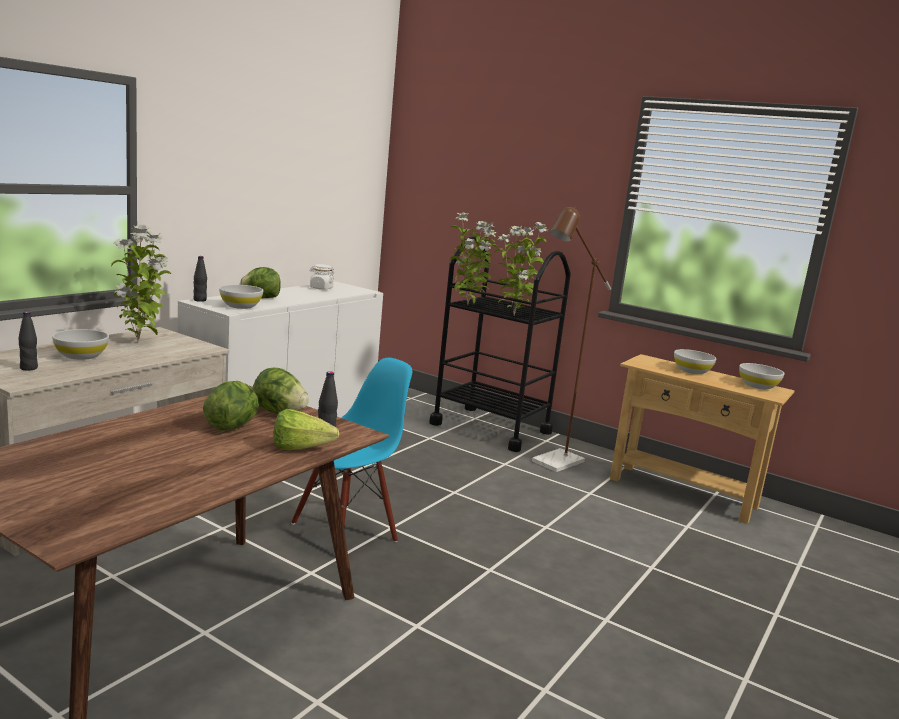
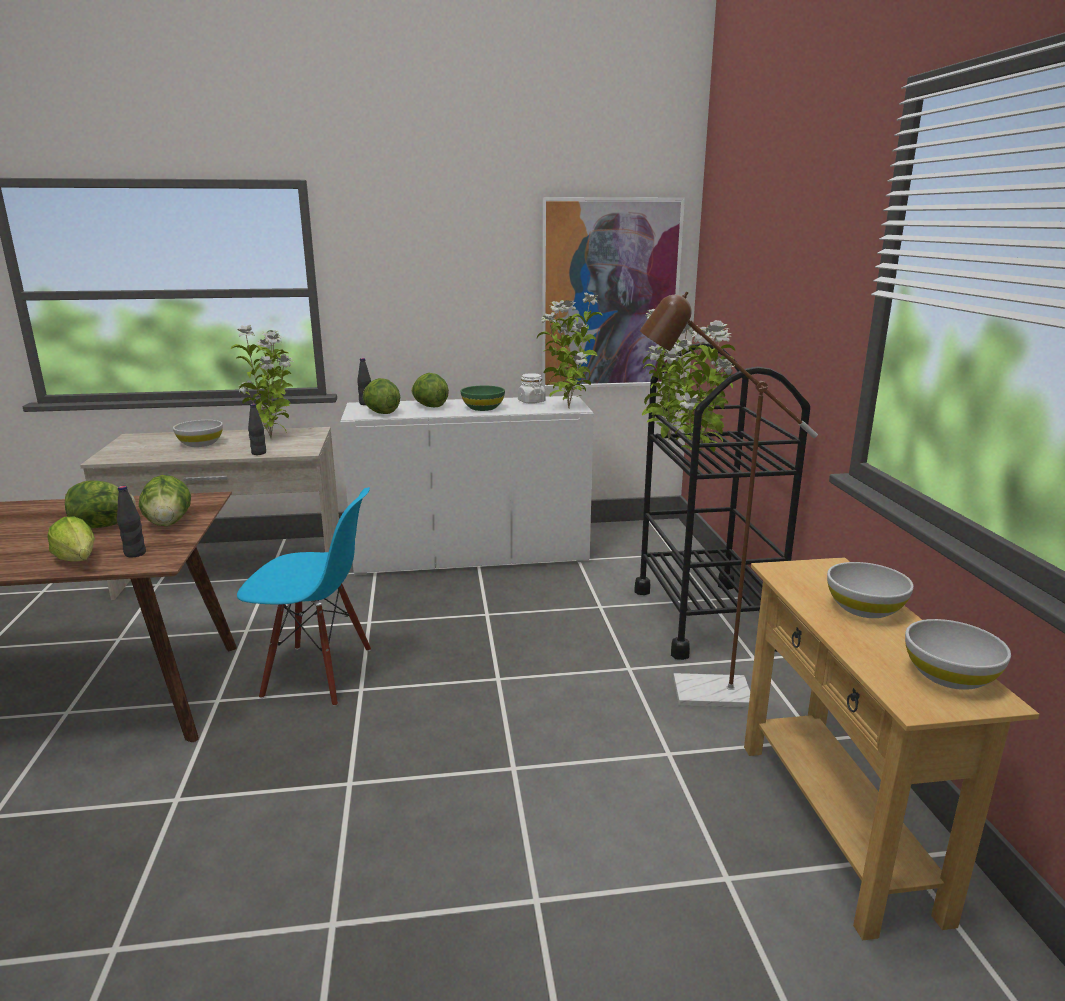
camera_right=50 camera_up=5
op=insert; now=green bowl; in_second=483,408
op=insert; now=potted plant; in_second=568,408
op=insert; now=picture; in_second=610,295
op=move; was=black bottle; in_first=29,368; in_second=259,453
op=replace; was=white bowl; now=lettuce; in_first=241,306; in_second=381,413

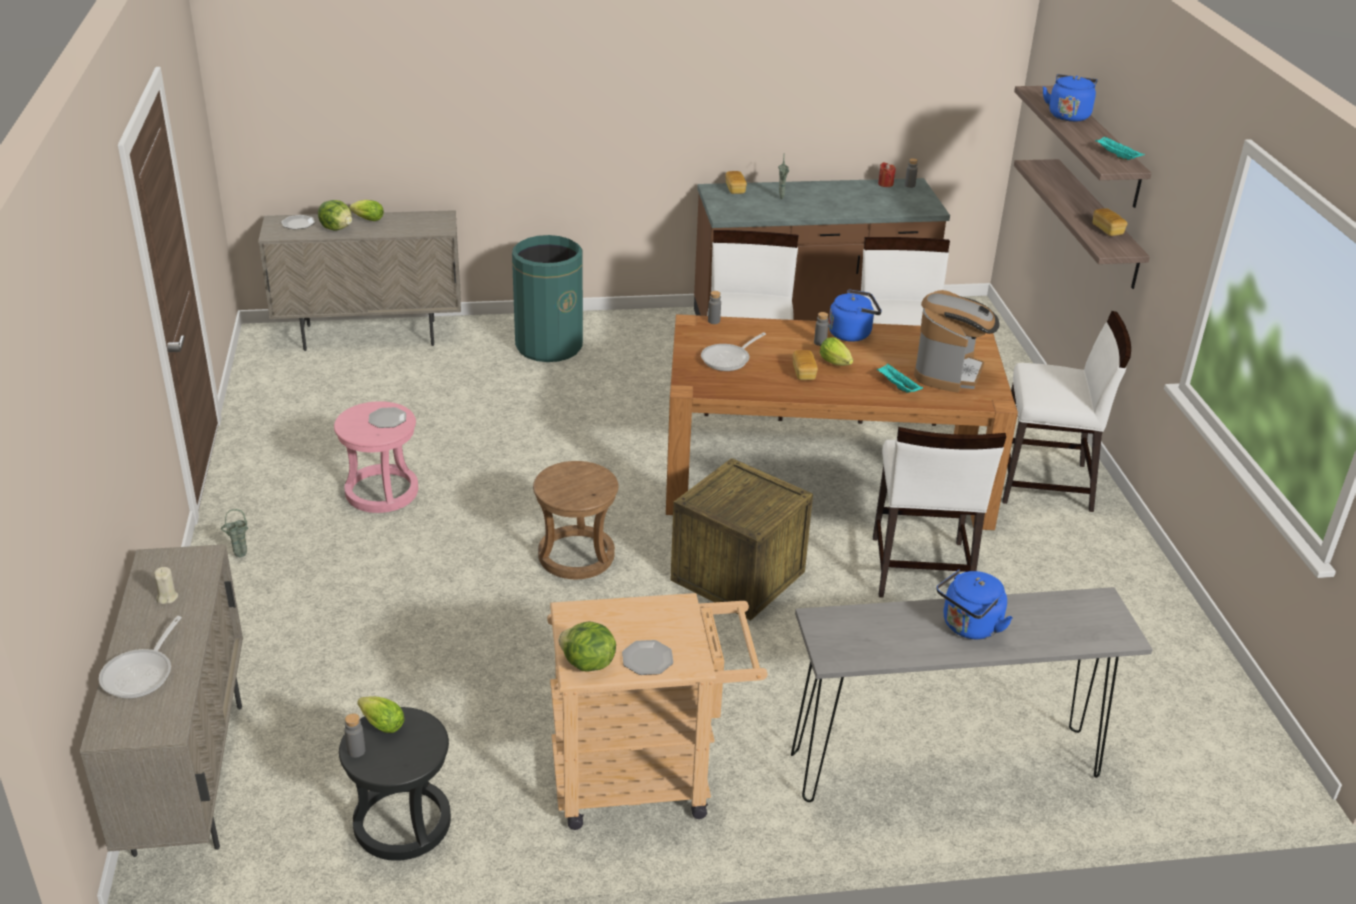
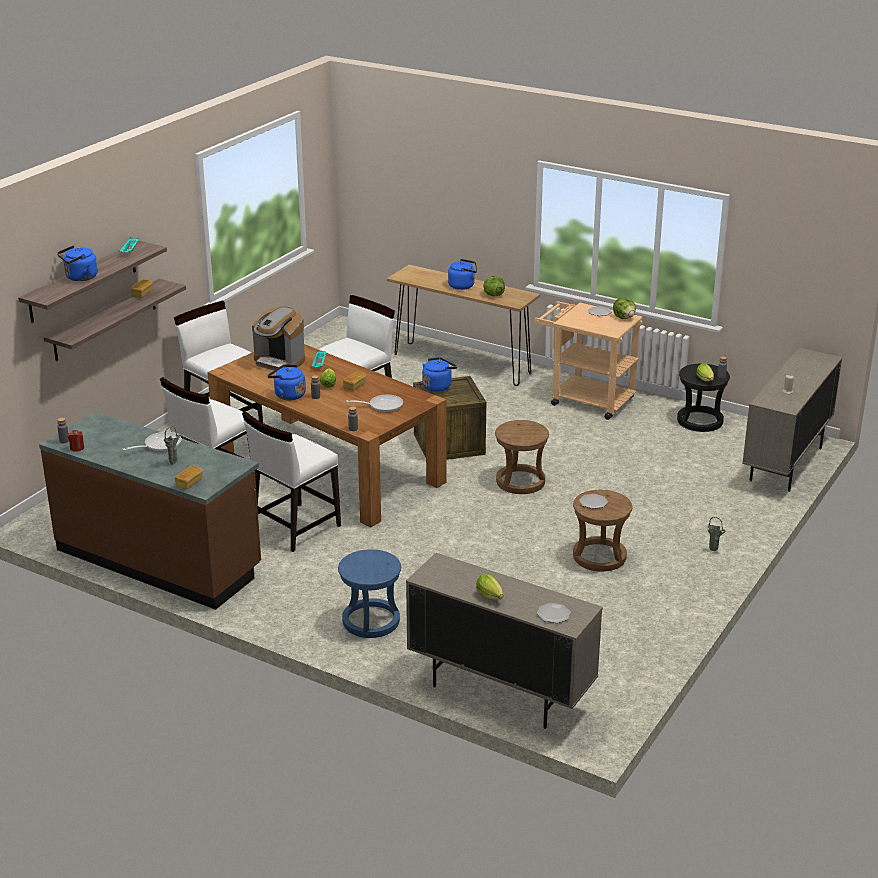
camera_right=-140 camera_up=-5
op=insert; now=blue kettle; in_second=438,386
op=move; was=frying pan; in_first=141,673; in_second=159,445
op=move; was=lettuce; in_first=337,228; in_second=493,295
op=replace; was=green trash can; now=blue stool; in_first=549,346; in_second=371,621
op=recolor; was=pink stool; now=brown stool; in_first=381,492; in_second=599,557
op=recolor; was=grey console table; now=brown console table; in_first=945,765; in_second=462,364
op=rotate; was=coffee machine; in_first=949,372; in_second=279,361; clockwise=-120

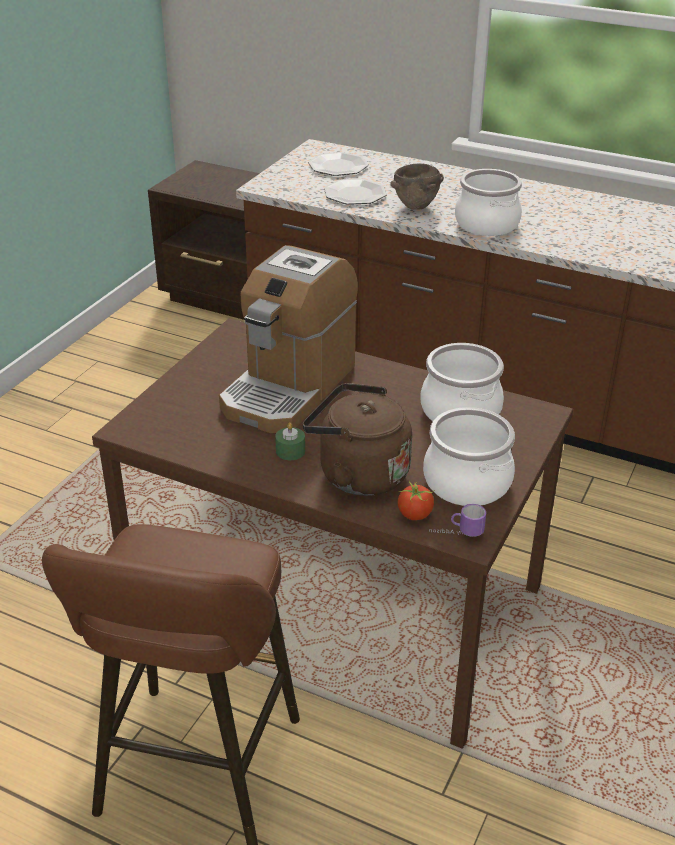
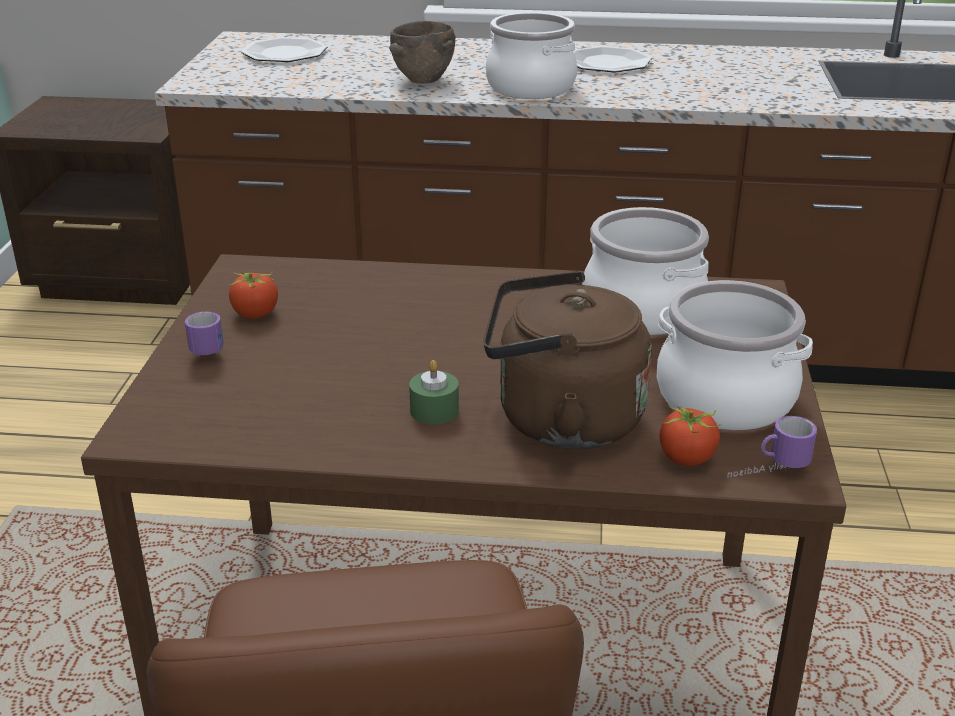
camera_right=-20 camera_up=-5
op=delete; was=coffee machine; in_first=288,387
op=insert; now=mug; in_second=207,346
op=insert; now=tomato; in_second=256,314
op=move; was=plate; in_first=354,194; in_second=607,63

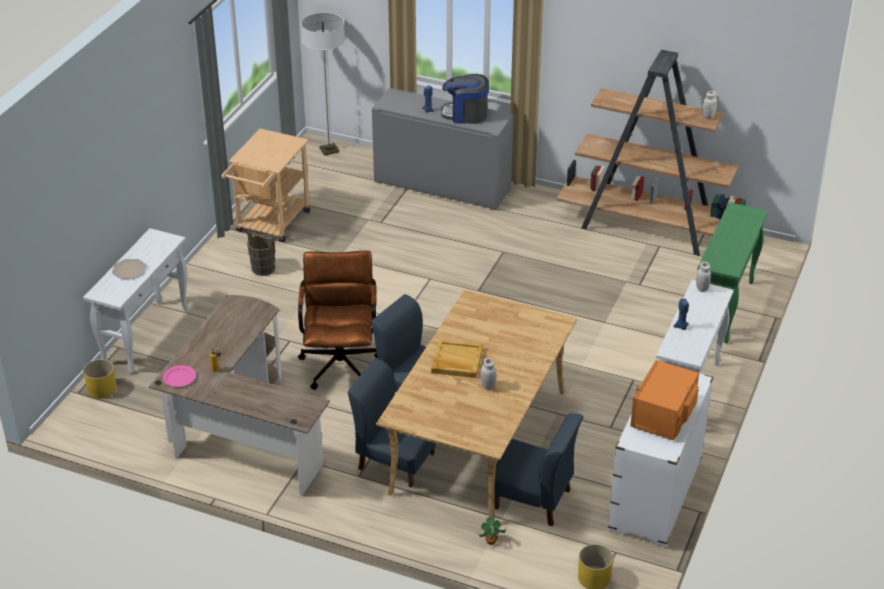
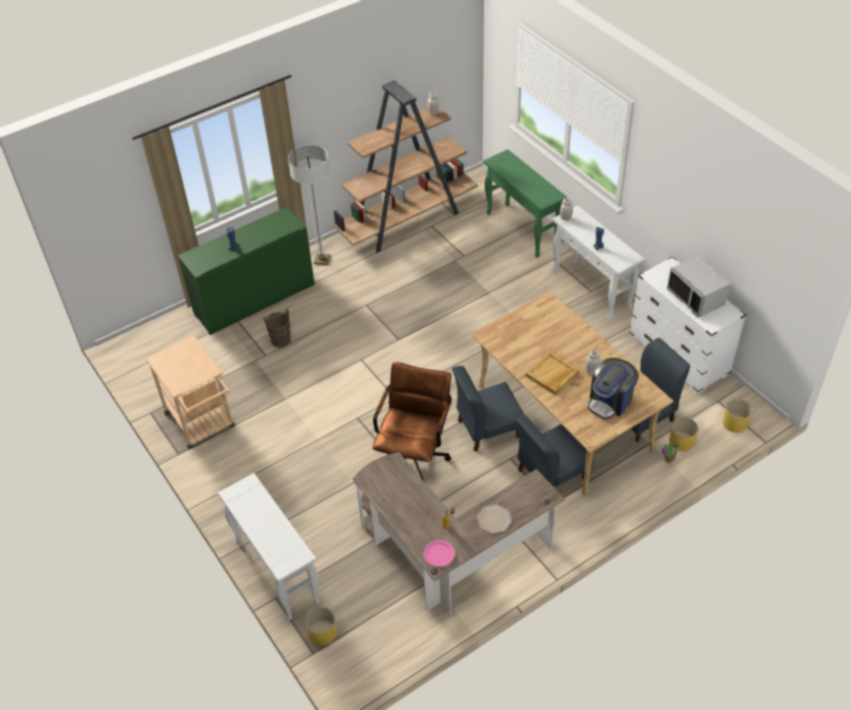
camera_right=-55 camera_up=10
op=insert; now=yellow planter; in_second=681,441
op=move; was=plate; in_first=129,269; in_second=493,519
op=move; was=brown bucket; in_first=263,268; in_second=280,340
op=move; was=floor lamp; in_first=329,150; in_second=322,259
op=move; was=coffee machine; in_first=465,115; in_second=610,401
op=recolor; was=grey cabinet; now=green cabinet; in_first=442,186; in_second=254,299
op=recolor; was=orange microwave; now=grey microwave; in_first=664,416; in_second=696,297
op=rotate; was=brown office chair; in_first=340,361; in_second=414,456; clockwise=75

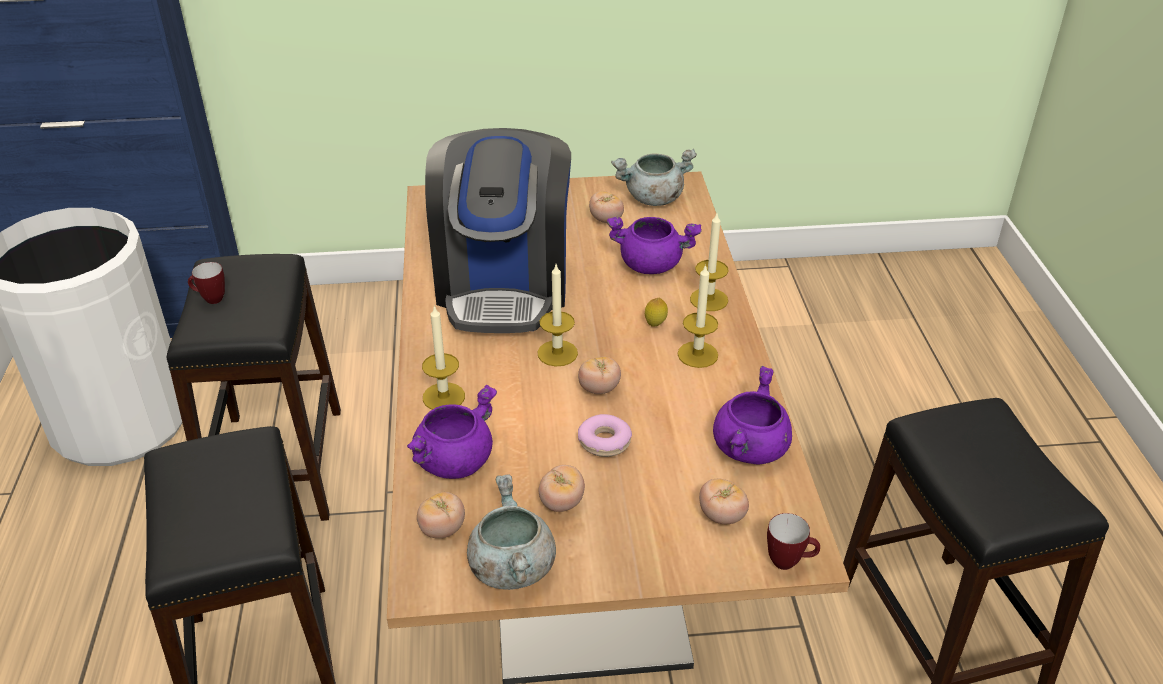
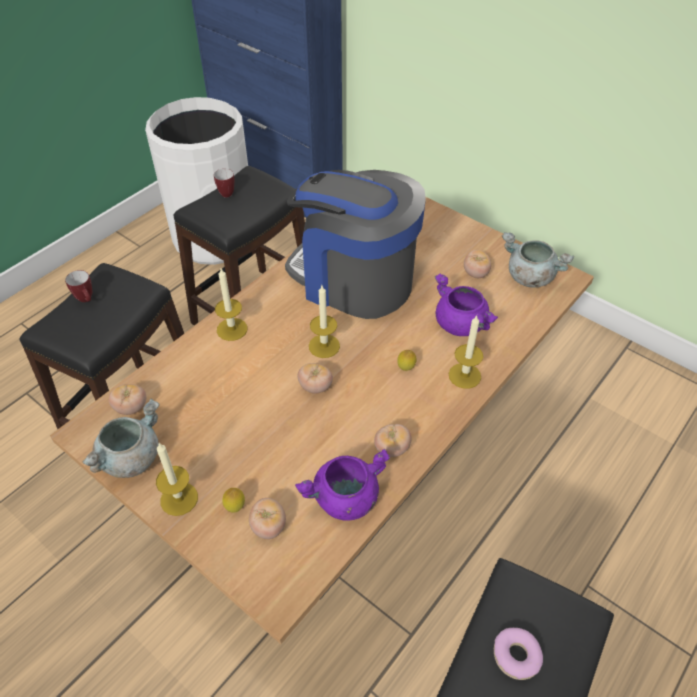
camera_right=45 camera_up=10
op=delete; was=purple cooking pot; in_first=454,460
op=insert; now=lemon; in_second=235,507
op=move; was=tomato; in_first=561,503; in_second=391,448
op=move; was=donut; in_first=604,442; in_second=516,656
op=move; was=candle; in_first=697,354; in_second=179,499
op=move; was=mug; in_first=789,562; in_second=87,300
op=rotate; was=coffee machine; in_first=503,285; in_second=354,280; clockwise=75

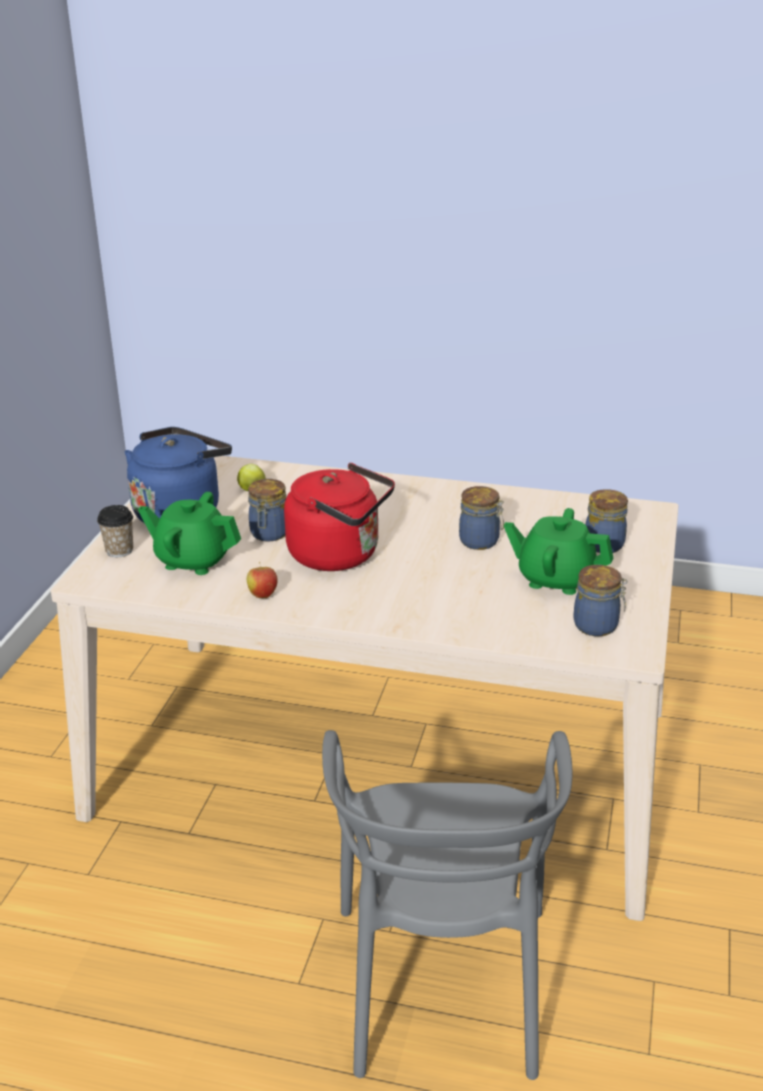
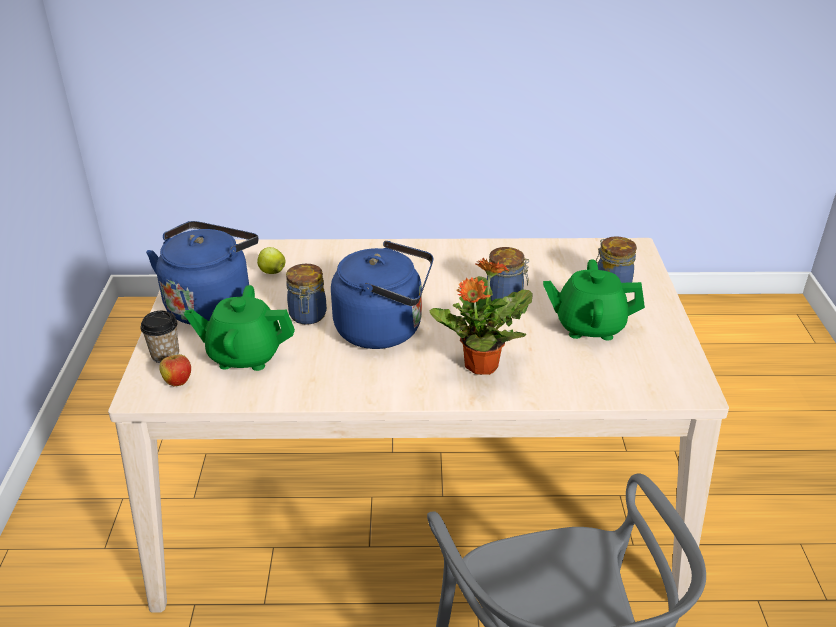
camera_right=-15 camera_up=5
op=delete; was=jar; in_first=597,626
op=insert; now=potted plant; in_second=480,366
op=move; was=apple; in_first=263,595; in_second=178,381
op=recolor; was=red kettle; now=blue kettle; in_first=340,555; in_second=384,329

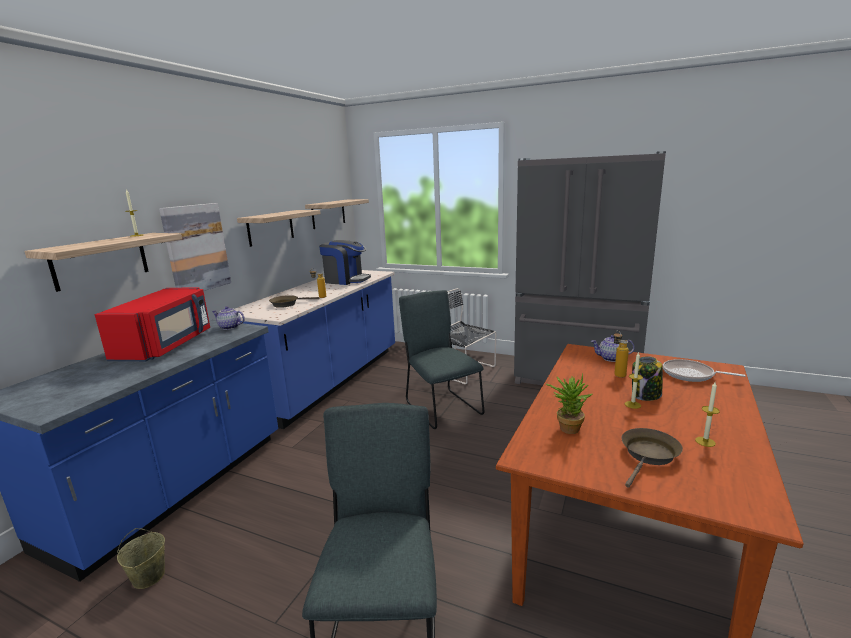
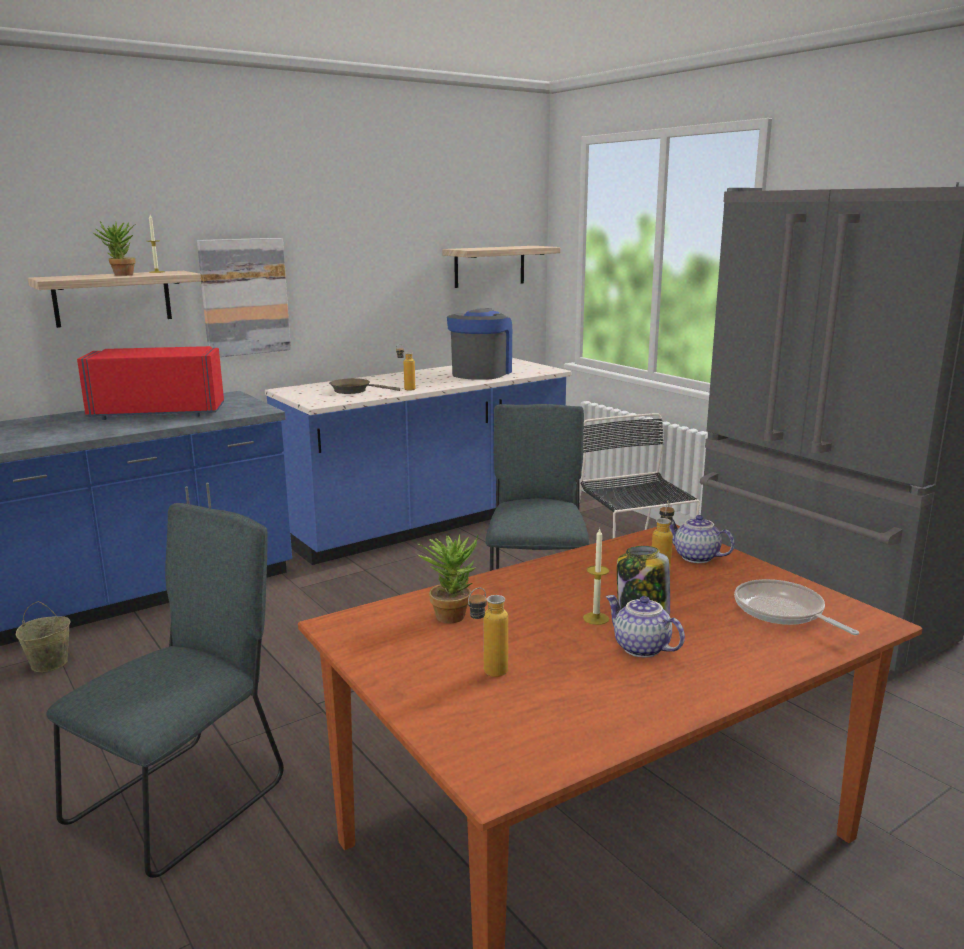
camera_right=30 camera_up=0
op=delete; was=shelf; in_first=270,227
op=delete; was=candle; in_first=705,441
op=insert; now=potted plant; in_second=120,275
op=move; was=teapot; in_first=229,327; in_second=640,648
op=replace; was=brown frying pan; now=bottle; in_first=648,456; in_second=487,675
op=rotate; was=red microwave; in_first=166,346; in_second=158,412; clockwise=-135
op=rotate; was=coffee machine; in_first=346,280; in_second=481,373; clockwise=-120

